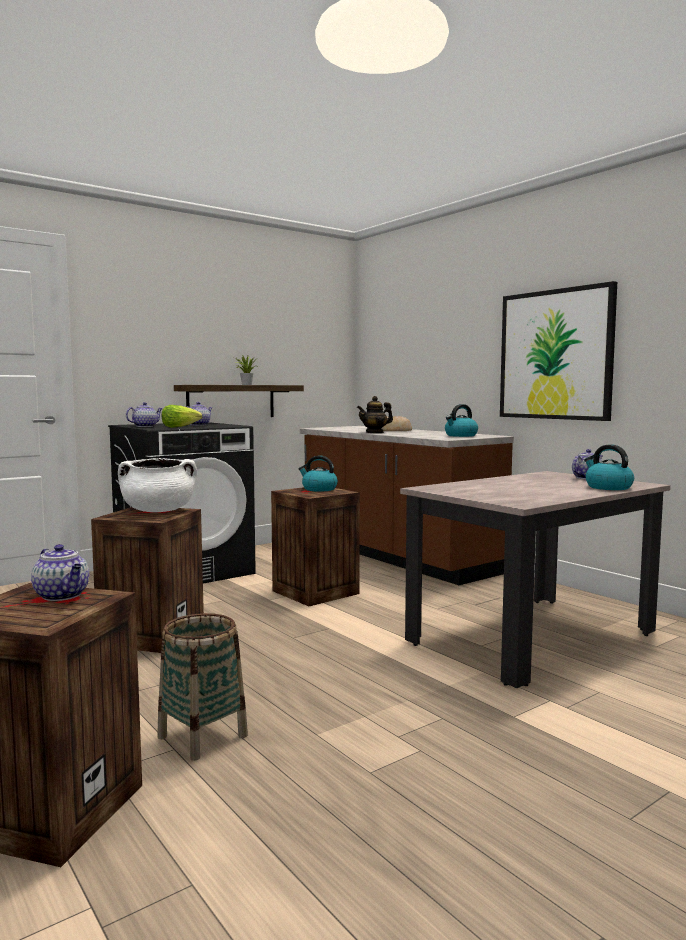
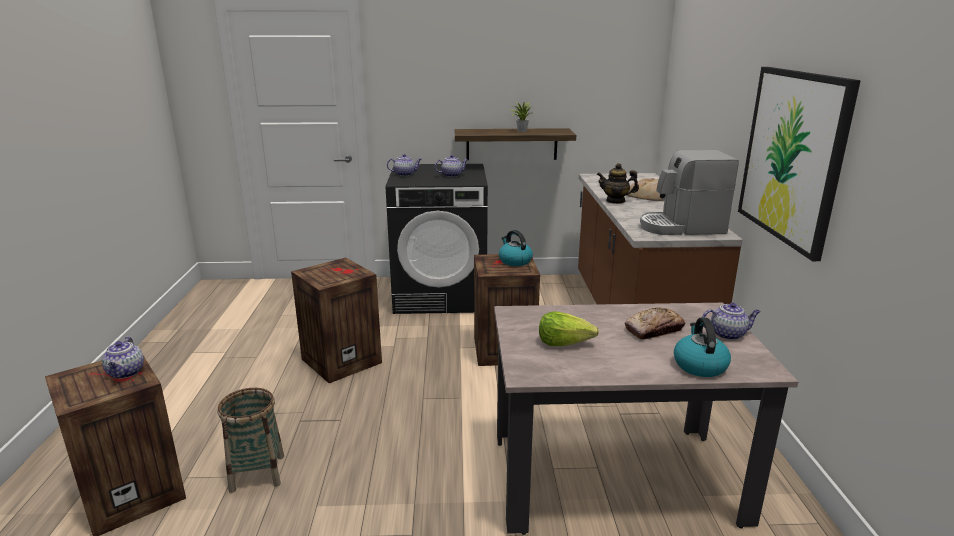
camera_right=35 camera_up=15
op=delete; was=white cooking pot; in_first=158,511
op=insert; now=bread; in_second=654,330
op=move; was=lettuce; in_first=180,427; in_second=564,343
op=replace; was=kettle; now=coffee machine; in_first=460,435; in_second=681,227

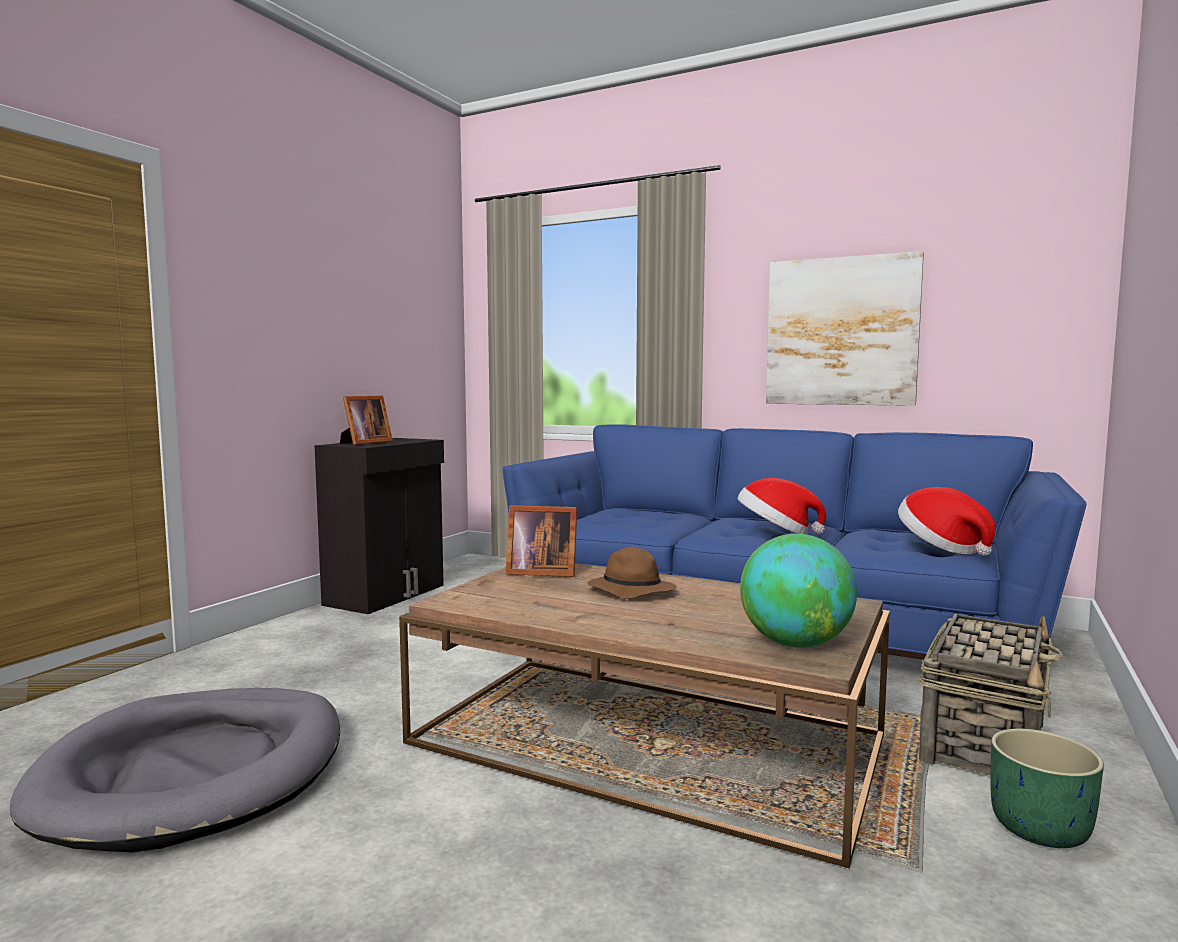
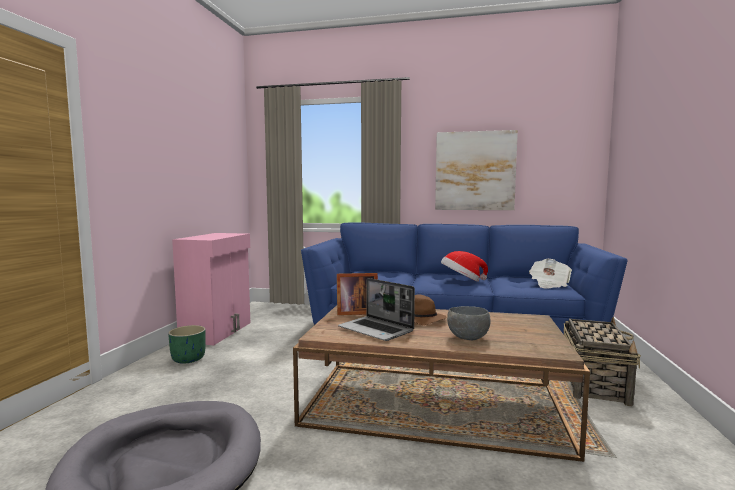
camera_right=-15 camera_up=0
op=delete; was=picture frame; in_first=364,443
op=delete; was=globe; in_first=795,644
op=insert; now=laptop; in_second=377,330
op=insert; now=grey bowl; in_second=468,338
op=move; was=green planter; in_first=1041,829; in_second=189,359
op=replace; was=hat; now=newspaper; in_first=941,548; in_second=549,284
op=recolor; was=black cabinet; now=pink cabinet; in_first=387,595; in_second=218,331

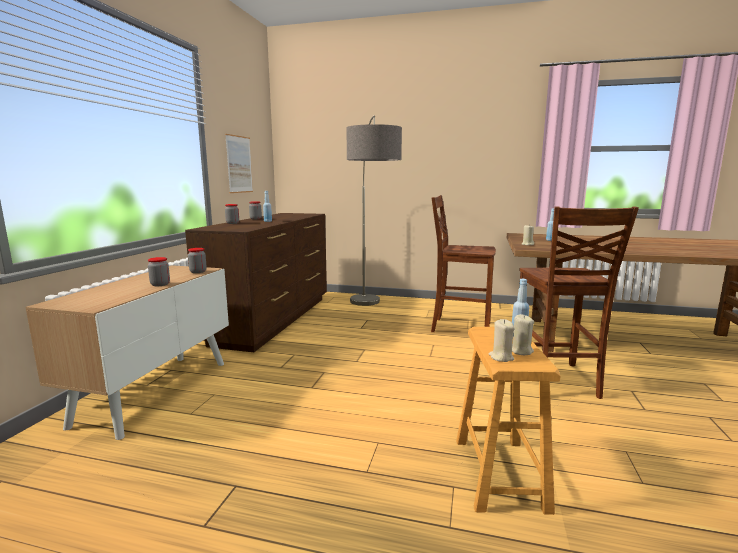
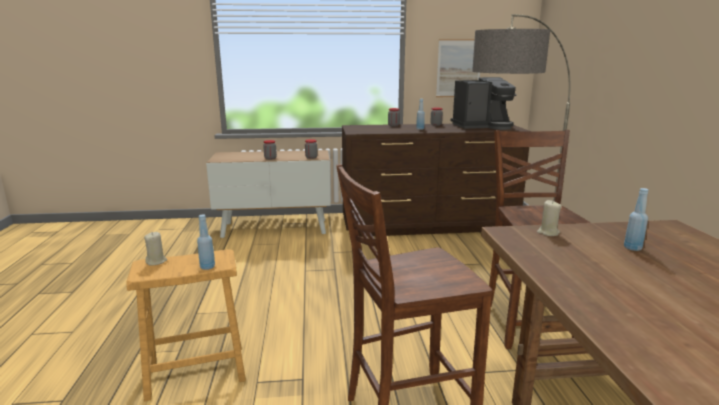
camera_right=70 camera_up=5
op=delete; was=beige candle; in_first=520,351
op=insert; now=coffee machine; in_second=482,126

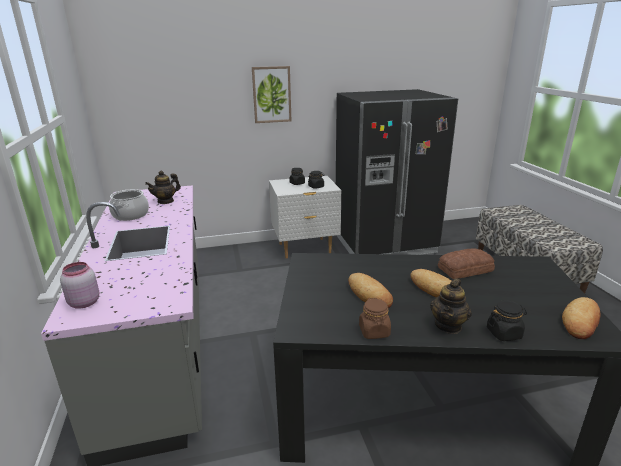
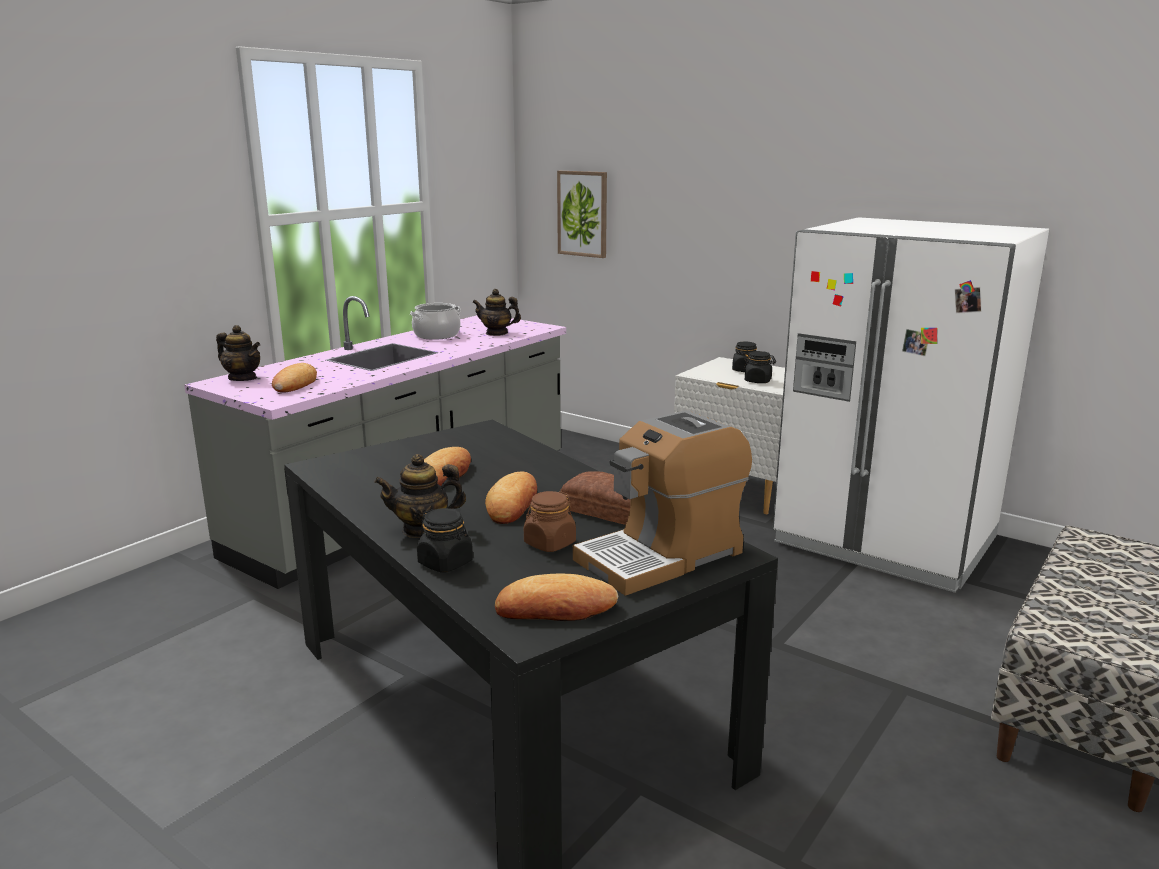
camera_right=50 camera_up=-5
op=insert; now=bread; in_second=295,384
op=insert; now=coffee machine; in_second=661,556
op=move; was=picture; in_first=271,94; in_second=583,214
op=move; was=brown jar; in_first=374,331; in_second=549,543
op=replace; was=pink jar; now=teapot; in_first=83,303; in_second=243,378
op=recolor; was=black fridge; now=white fridge; in_first=384,243; in_second=884,541

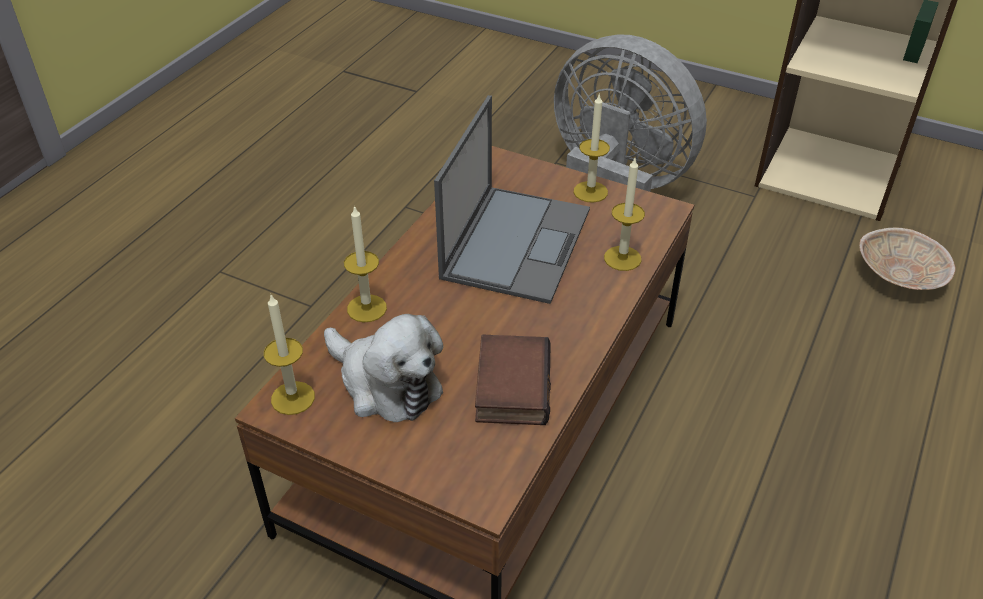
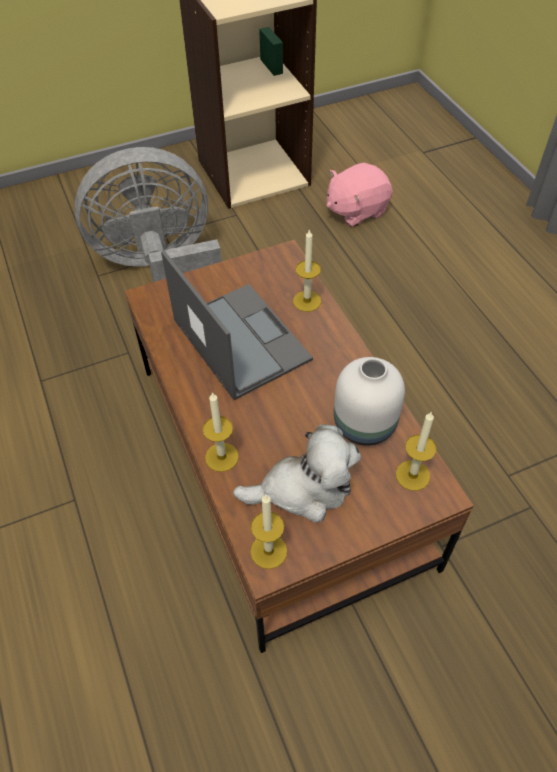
camera_right=-50 camera_up=10
op=move; was=candle; in_first=590,192; in_second=412,475
op=replace; was=book; now=white vase; in_first=509,385; in_second=362,424
op=replace; was=beige bowl; now=pink plush toy; in_first=900,277; in_second=356,210

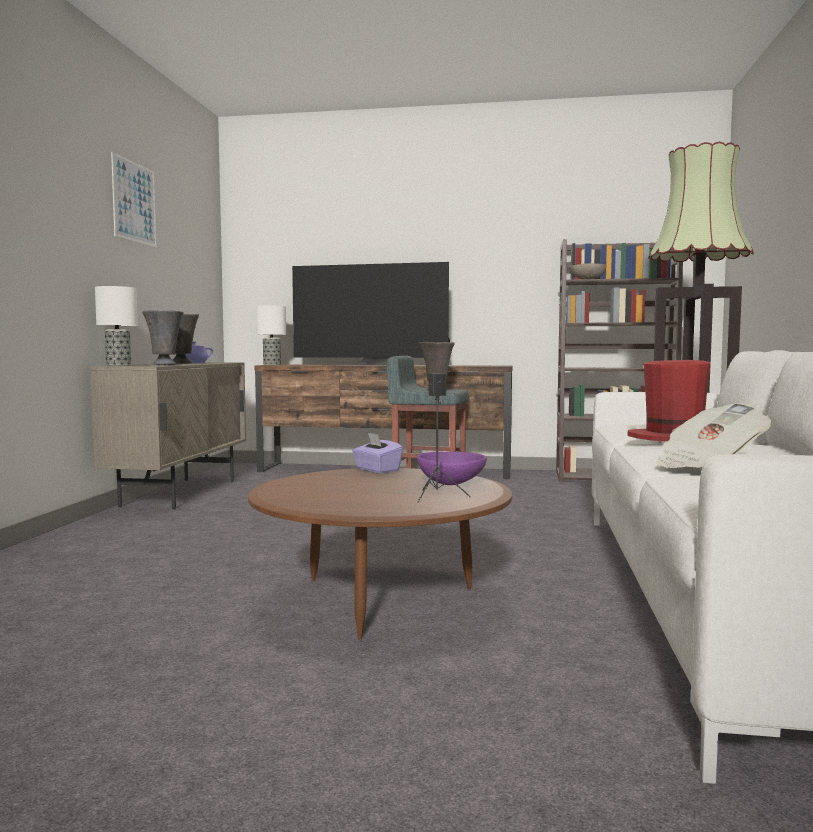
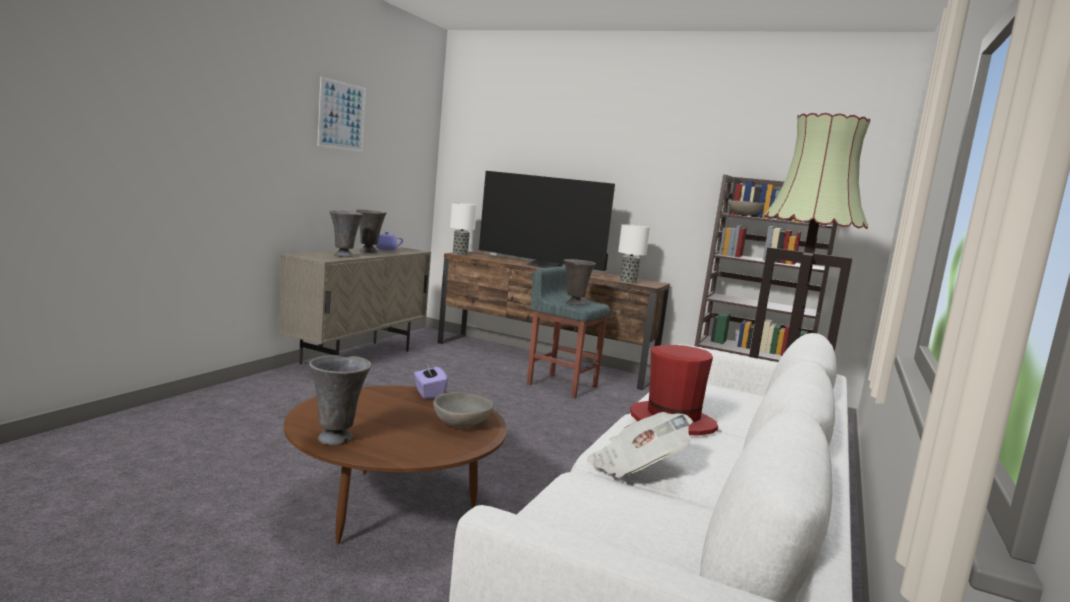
camera_right=15 camera_up=5
op=delete; was=black speaker; in_first=437,496
op=insert; now=grey vase; in_second=337,439
op=move; was=table lamp; in_first=118,365; in_second=627,282
op=recolor; was=purple bowl; now=grey bowl; in_first=451,483; in_second=460,424

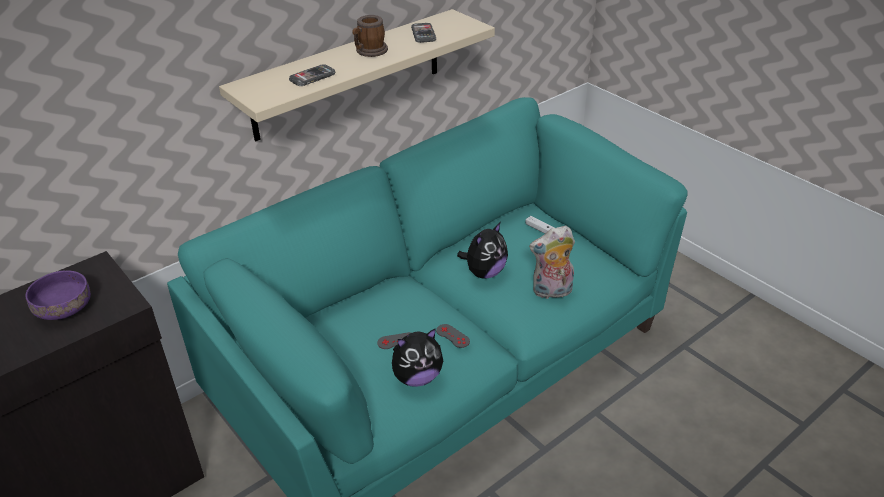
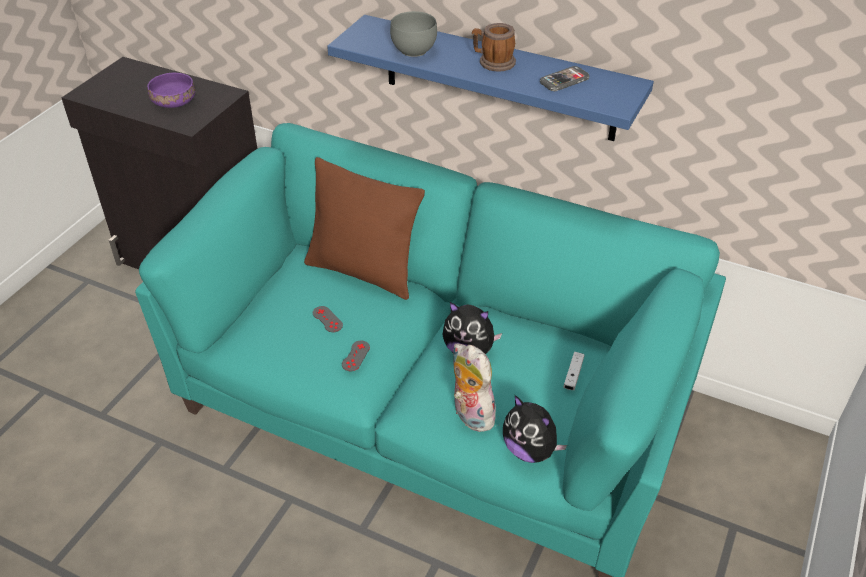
camera_right=65 camera_up=5
op=insert; now=brown pillow; in_second=363,272
op=move; was=plush toy; in_first=417,377; in_second=530,450
op=replace; was=phone; now=grey bowl; in_first=312,77; in_second=413,50
op=recolor; was=beige shelf; now=blue shelf; in_first=348,74; in_second=499,78

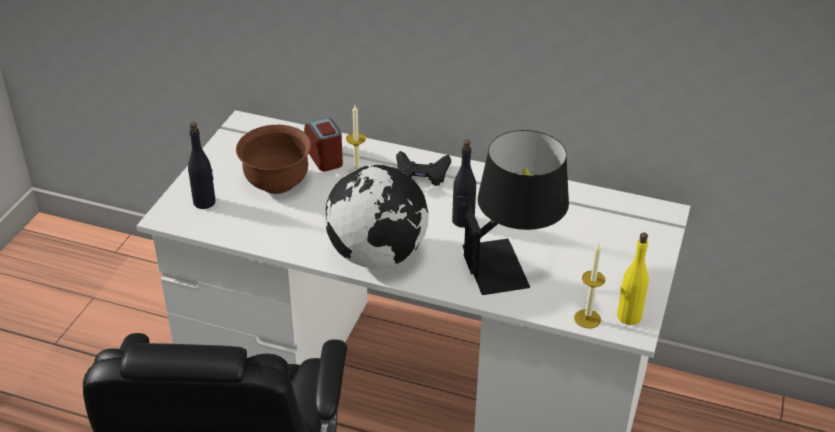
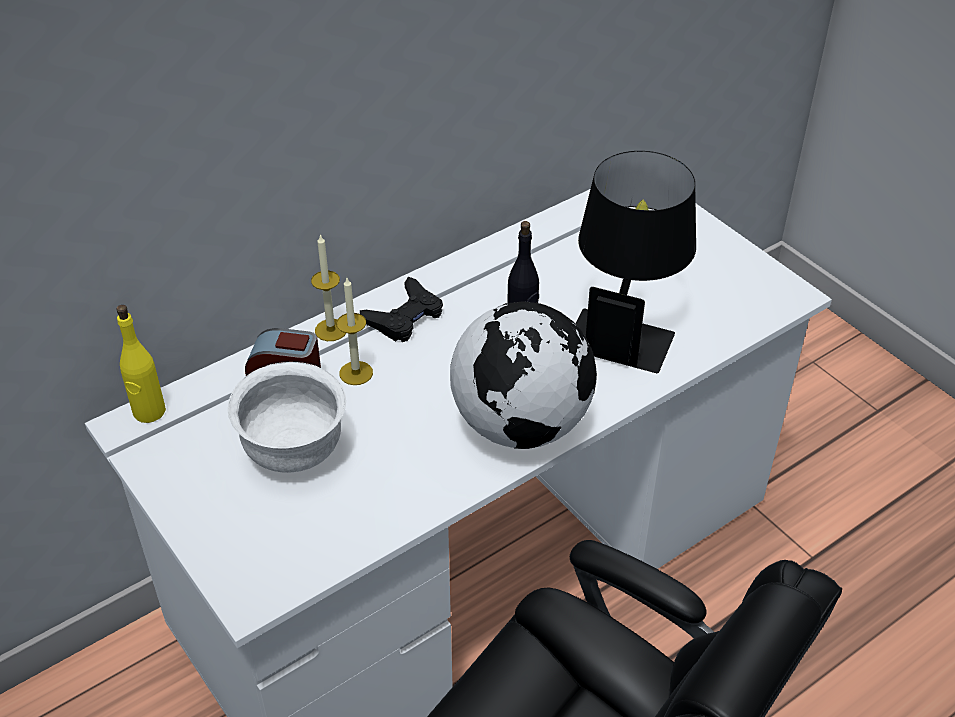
camera_right=-55 camera_up=5
op=delete; was=black bottle; in_first=205,202
op=move; was=candle; in_first=587,319; in_second=331,330
op=move; was=yellow bottle; in_first=628,316; in_second=149,412
op=recolor; was=brown bowl; now=white bowl; in_first=277,183; in_second=294,452

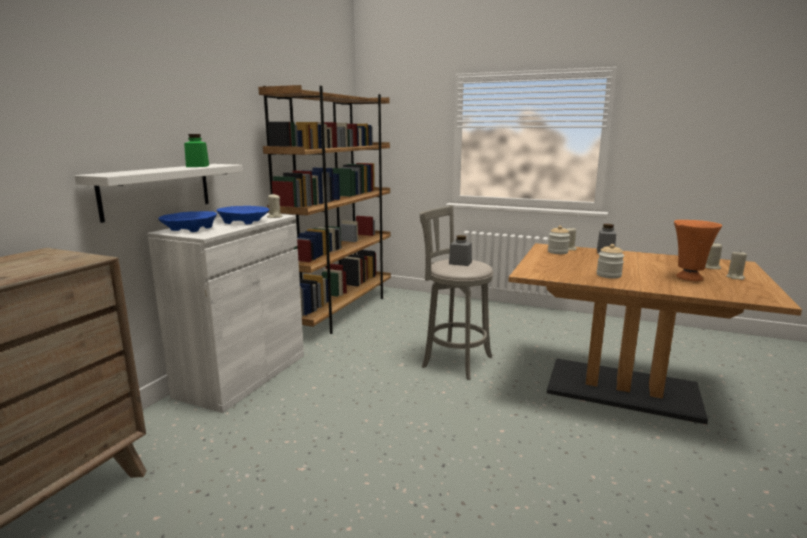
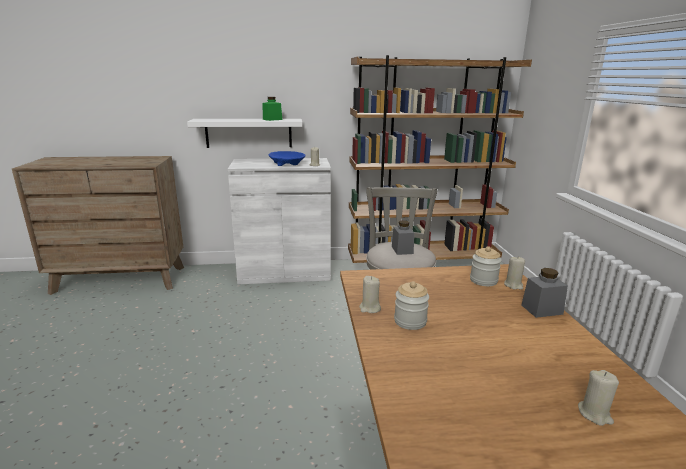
camera_right=60 camera_up=5
op=delete; was=blue bowl; in_first=189,229
op=delete; was=orange vase; in_first=688,278
op=move; was=beige candle; in_first=735,277; in_second=370,308

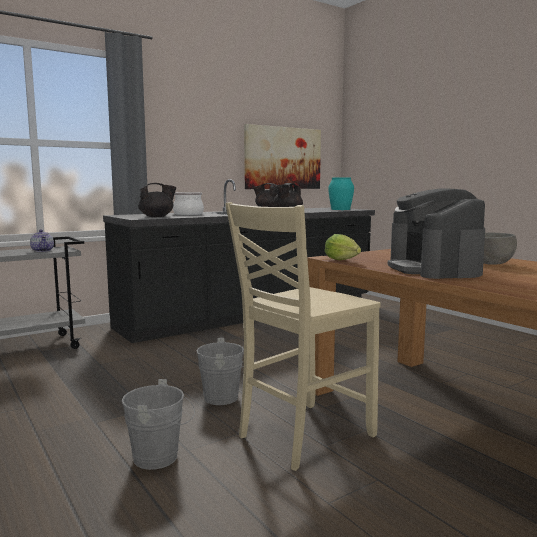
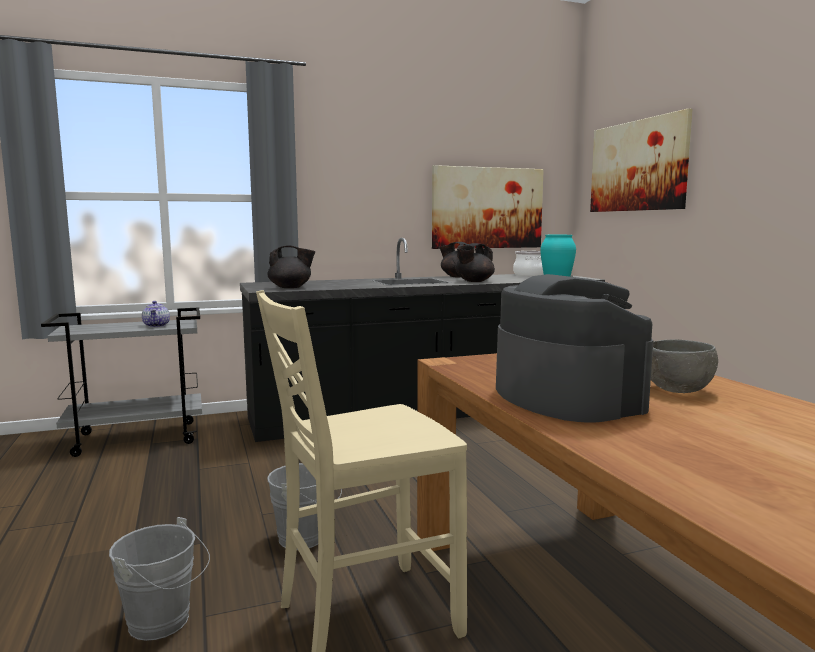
camera_right=15 camera_up=0
op=delete; was=lettuce; in_first=343,260
op=insert; now=picture; in_second=637,166
op=move; was=cooking pot; in_first=188,214; in_second=529,275
op=rotate; was=coffee machine; in_first=433,269; in_second=565,397; clockwise=150

